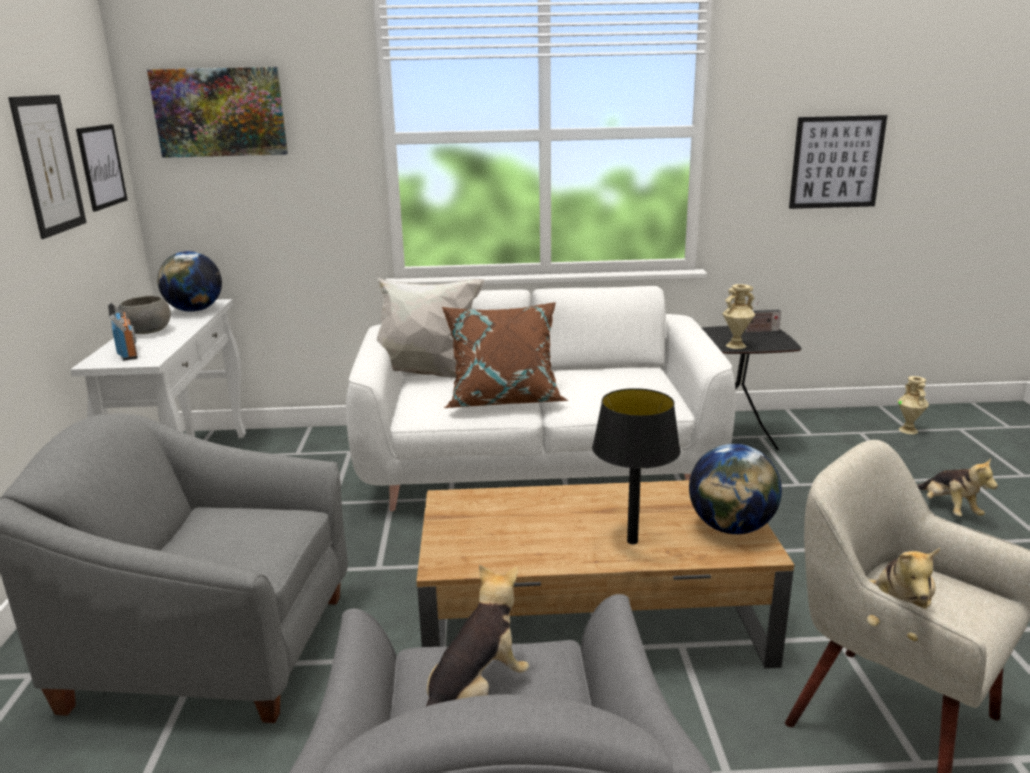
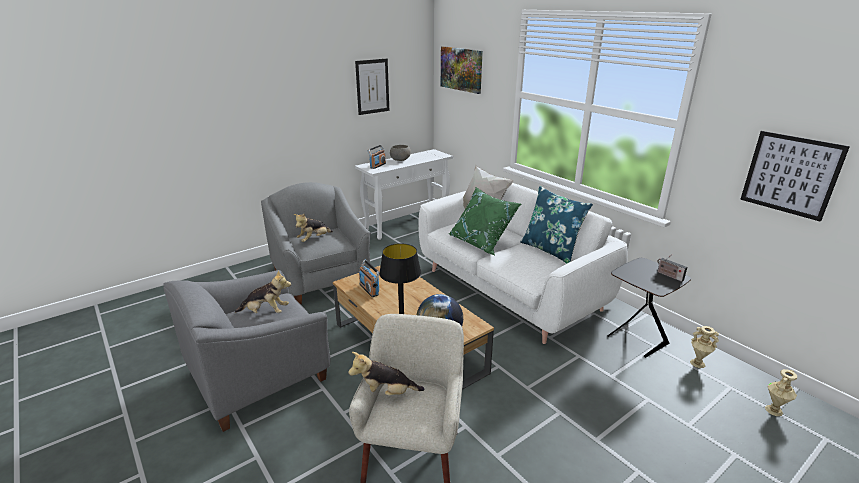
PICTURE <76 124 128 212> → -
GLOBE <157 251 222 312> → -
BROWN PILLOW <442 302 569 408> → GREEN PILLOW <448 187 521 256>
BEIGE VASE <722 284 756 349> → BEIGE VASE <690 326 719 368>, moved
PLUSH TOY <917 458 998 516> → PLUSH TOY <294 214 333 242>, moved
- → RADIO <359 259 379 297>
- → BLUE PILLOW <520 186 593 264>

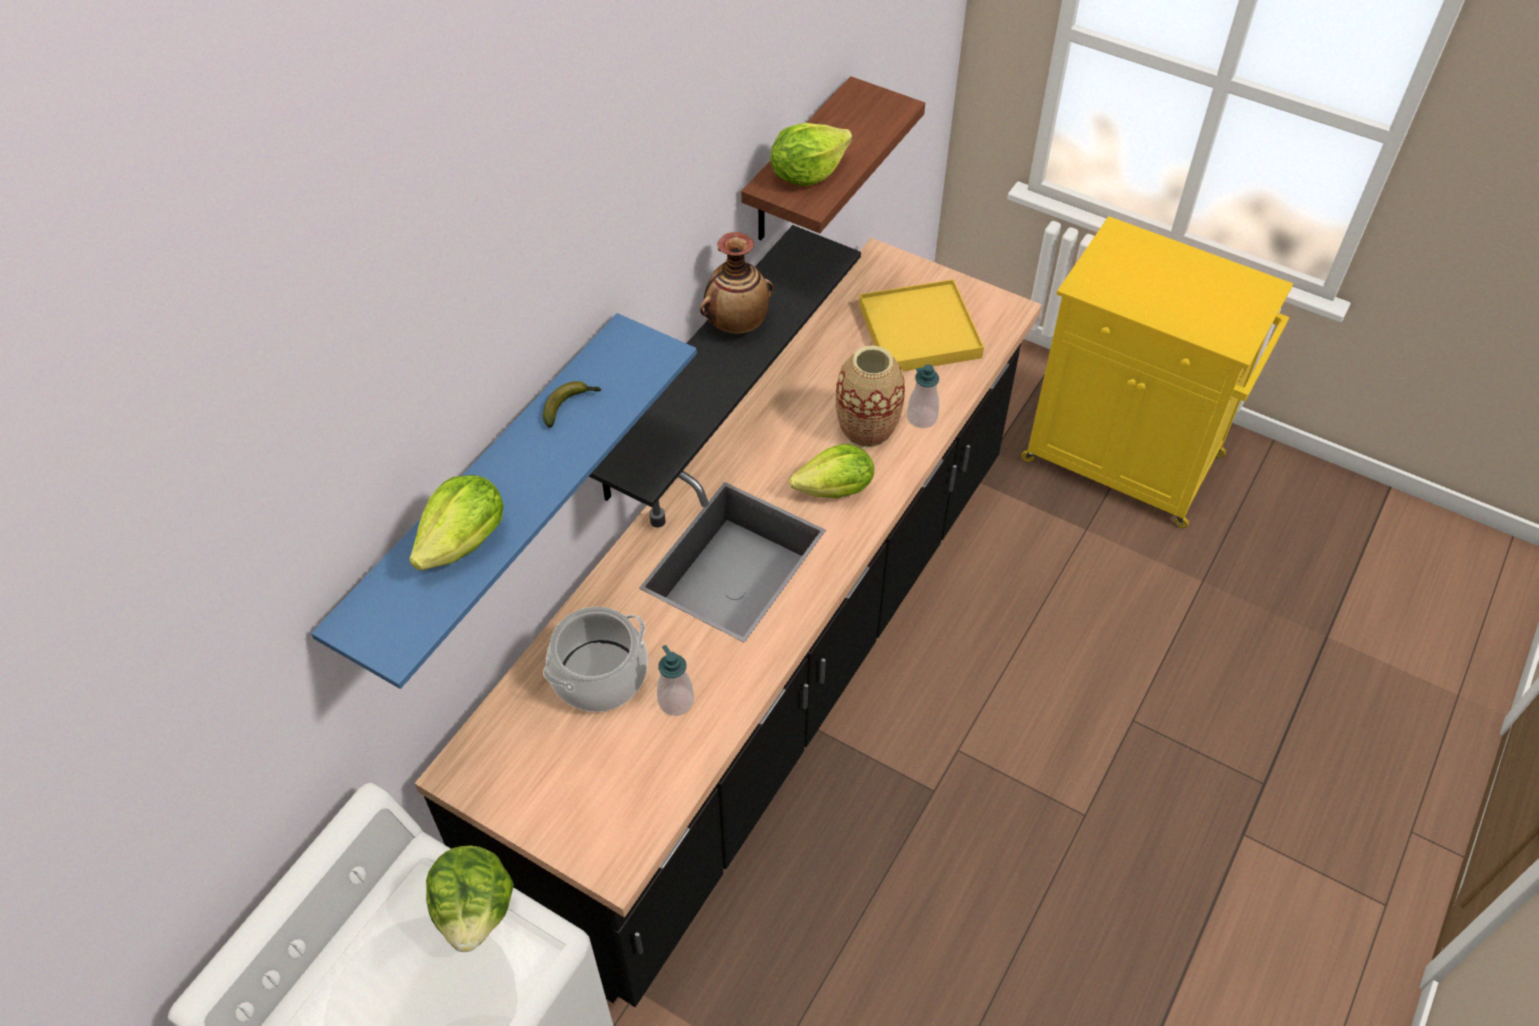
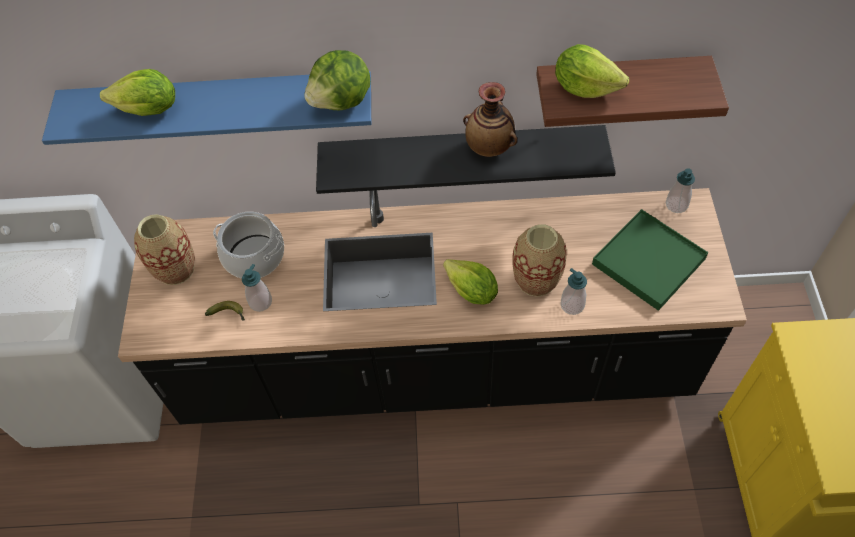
LETTUCE <426 846 514 952> → LETTUCE <304 50 370 111>, moved
BANANA <543 381 601 428> → BANANA <205 301 245 321>, moved
YELLOW TRAY <859 279 984 371> → GREEN TRAY <592 209 708 311>
- → VASE <134 214 195 285>
- → SOAP DISPENSER <666 168 695 213>

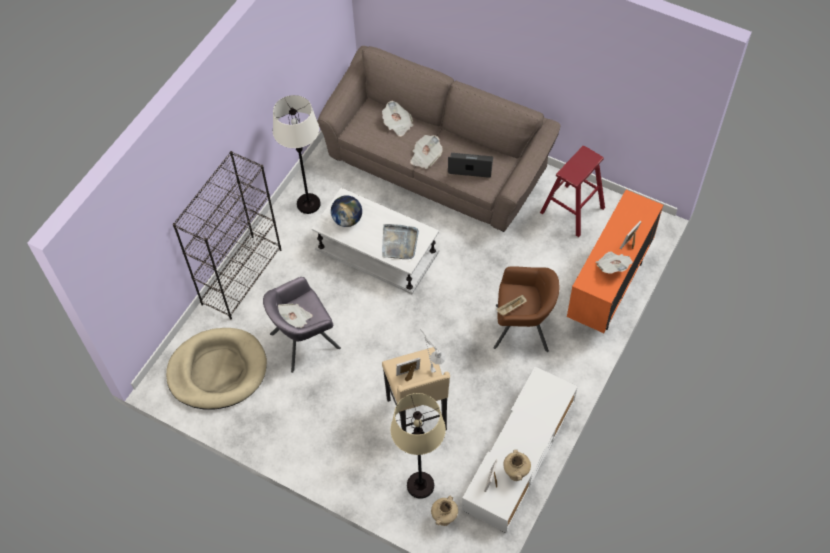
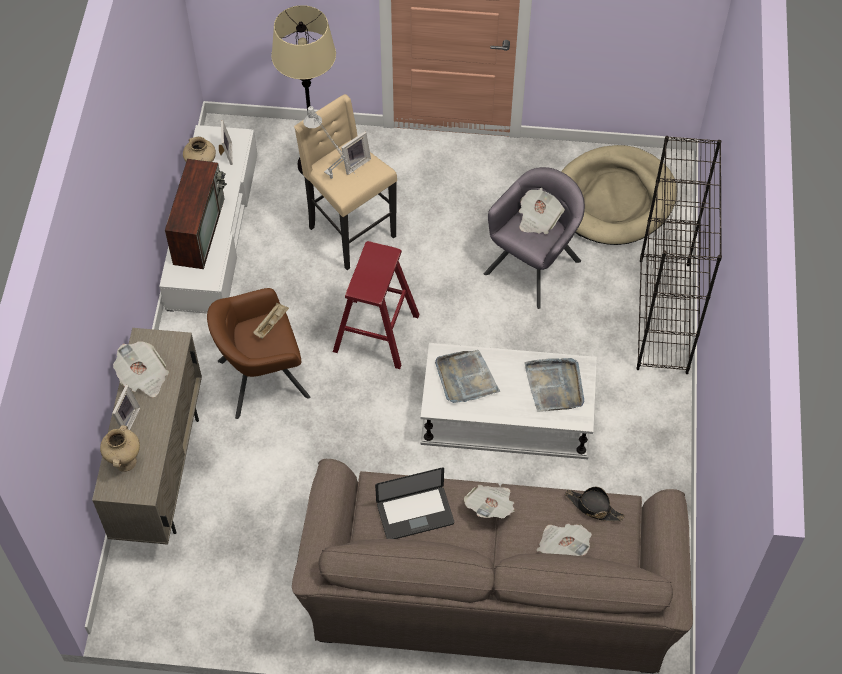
WHITE FLOOR LAMP <273 95 321 214> → -
GLOBE <331 195 362 227> → GREY TRAY <524 358 584 412>
BEIGE VASE <431 496 458 526> → BEIGE VASE <100 425 140 472>, moved
RED STOOL <540 146 605 237> → RED STOOL <333 241 420 369>, moved
ORANGE CABINET <567 190 663 333> → BEIGE CABINET <92 328 202 545>
- → TELEVISION <165 159 227 269>
- → BLACK HAT <565 487 625 521>

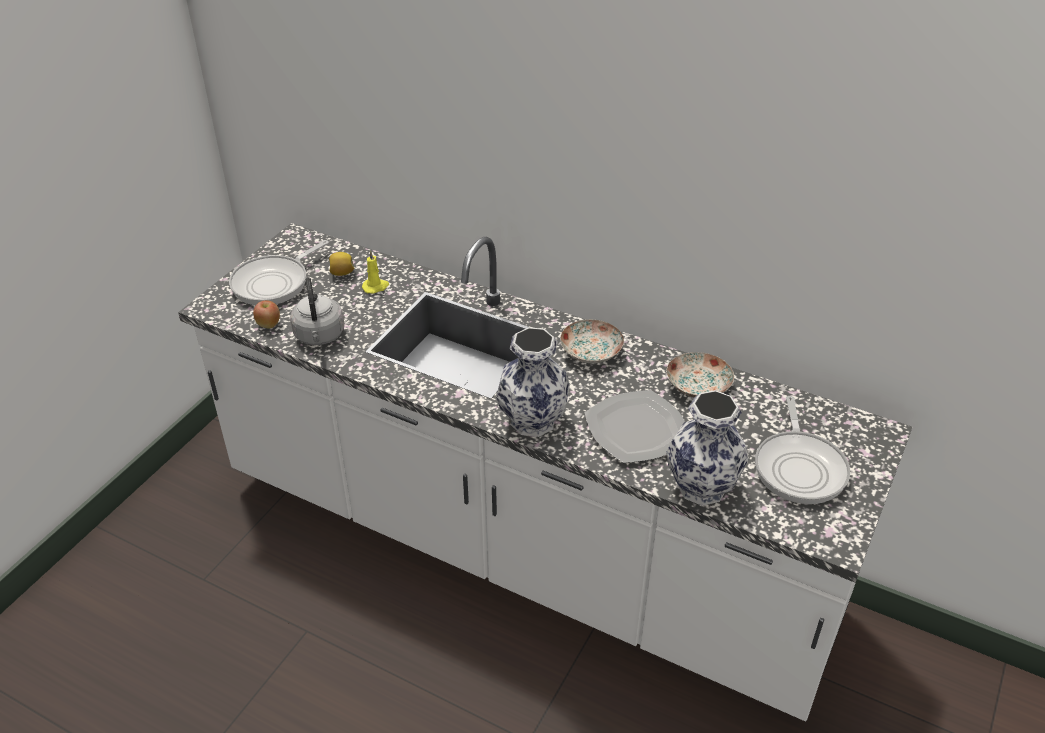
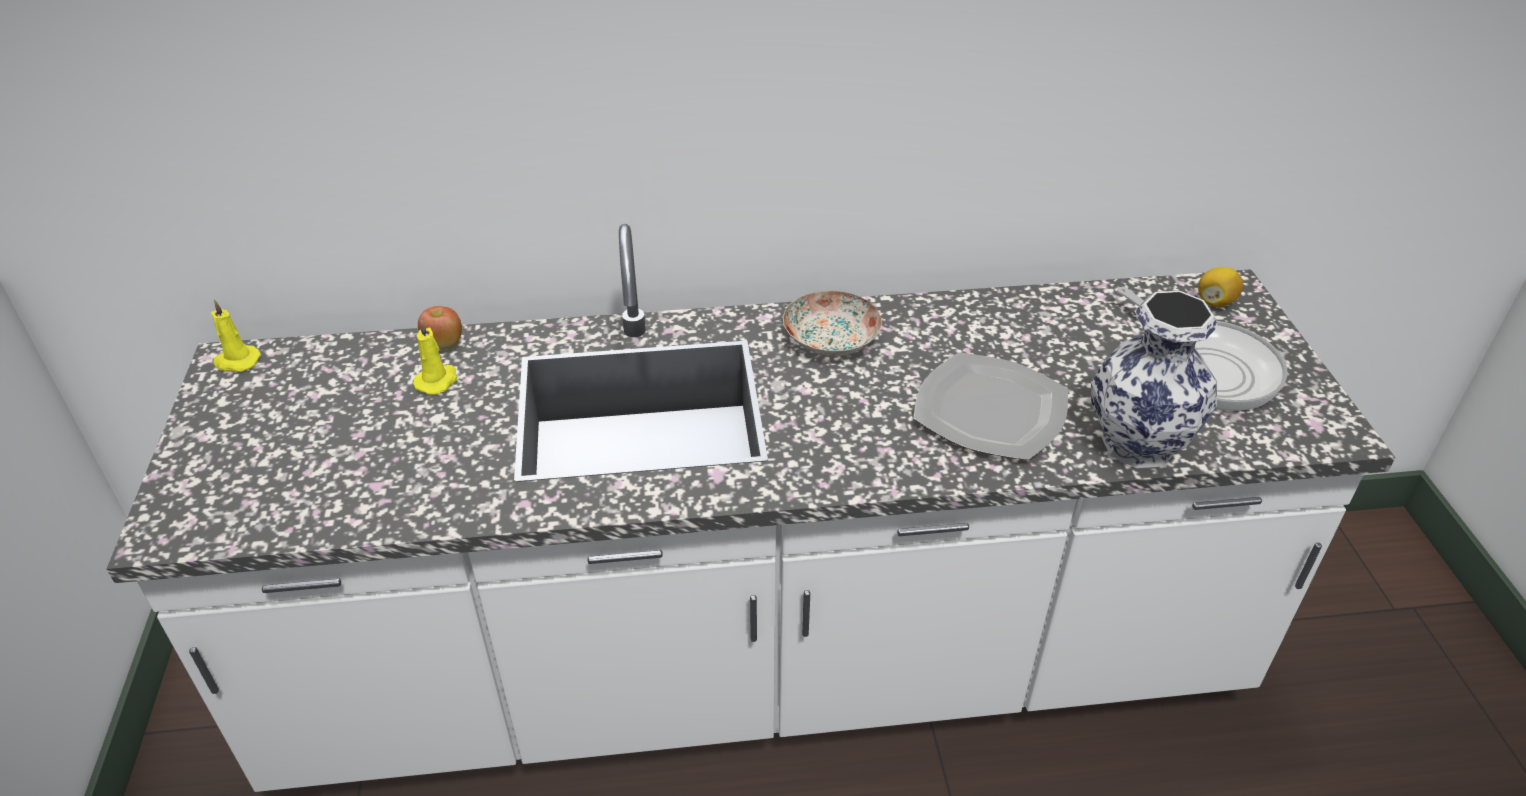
FRYING PAN <229 240 329 305> → -
APPLE <253 300 280 329> → APPLE <418 306 462 350>, moved
GREY KETTLE <290 277 344 345> → -
LEMON <329 252 354 276> → LEMON <1198 267 1243 307>, moved
VASE <496 327 570 437> → -
PLATE <666 352 734 398> → -
- → YELLOW CANDLE <211 300 261 372>

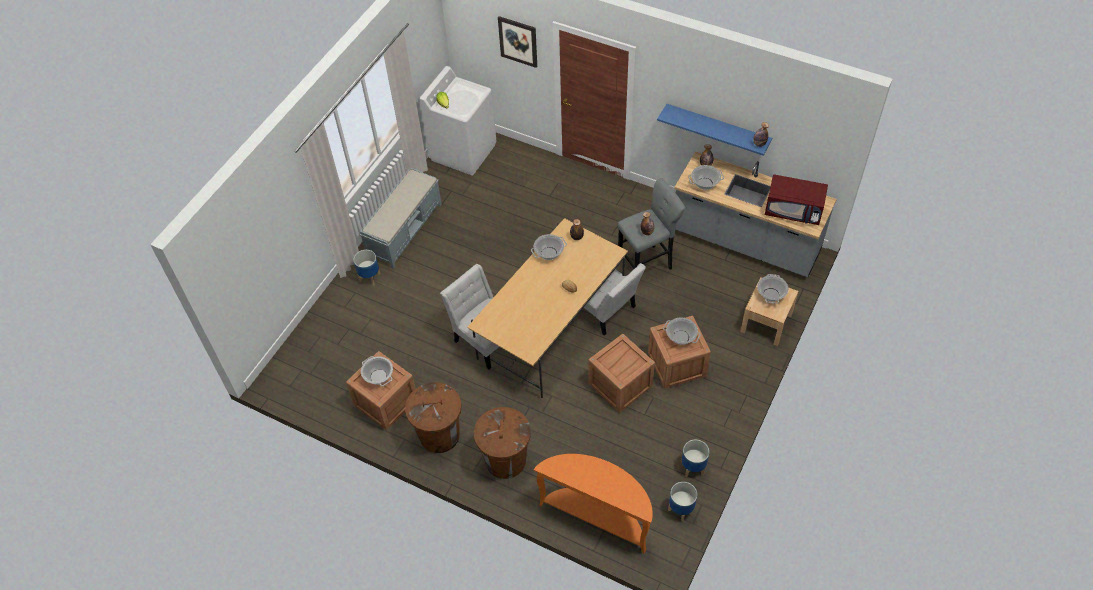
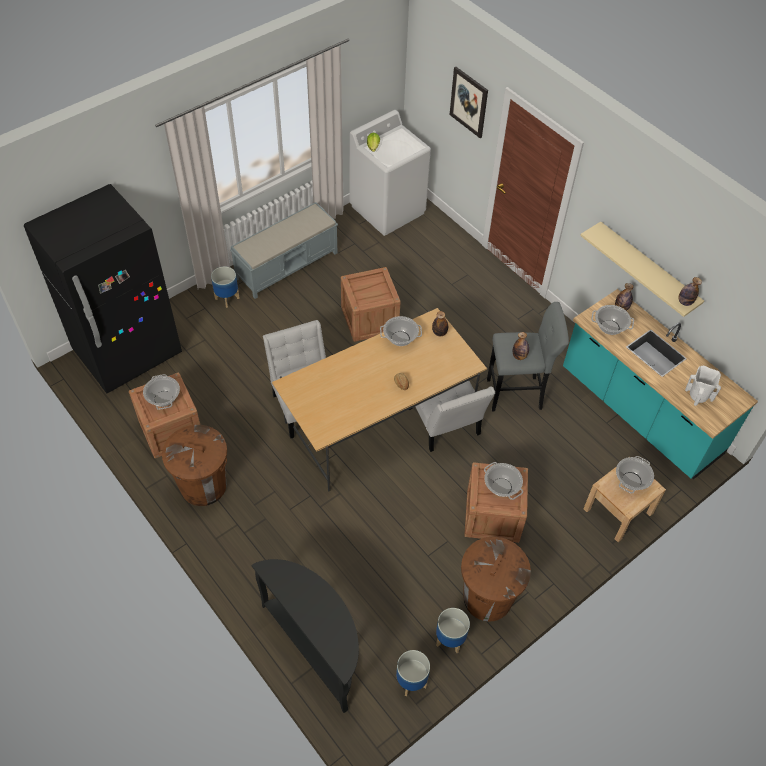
BROWN TRASH CAN <474 407 531 479> → BROWN TRASH CAN <461 537 531 621>, moved
ORANGE CONSOLE TABLE <534 454 653 554> → BLACK CONSOLE TABLE <252 559 359 713>
CRATE <588 334 655 413> → CRATE <341 267 401 342>, moved
BLUE SHELF <657 104 772 156> → BEIGE SHELF <580 221 704 317>
GREY COUNTER <674 152 837 277> → TURQUOISE COUNTER <563 289 758 479>
RED MICROWAVE <765 174 828 225> → WHITE VASE <685 366 721 406>
- → BLACK FRIDGE <24 184 182 394>

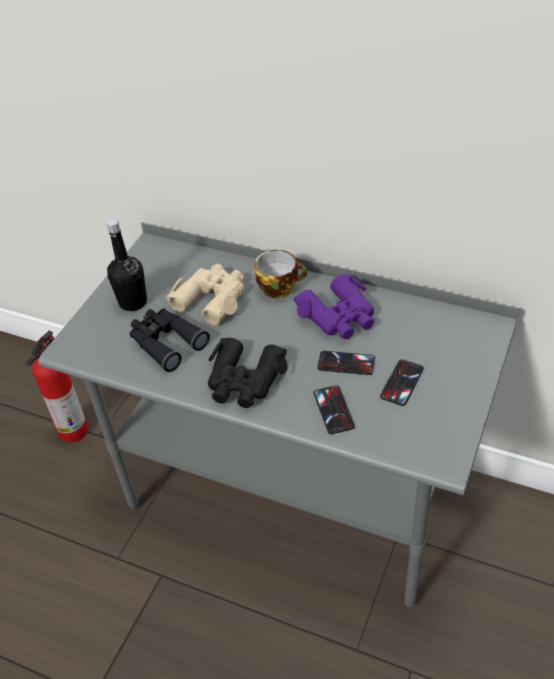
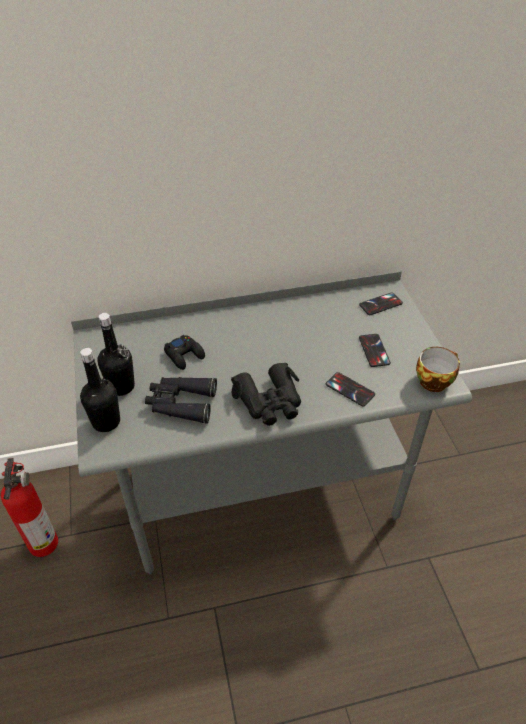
BEIGE BINOCULARS <166 264 244 326> → BLACK GAME CONTROLLER <164 335 205 370>
CUP <254 250 307 298> → CUP <416 347 460 392>, moved
PURPLE BINOCULARS <294 274 375 339> → -
PHONE <318 351 375 375> → PHONE <359 292 403 315>, moved
- → BLACK BOTTLE <80 348 120 432>

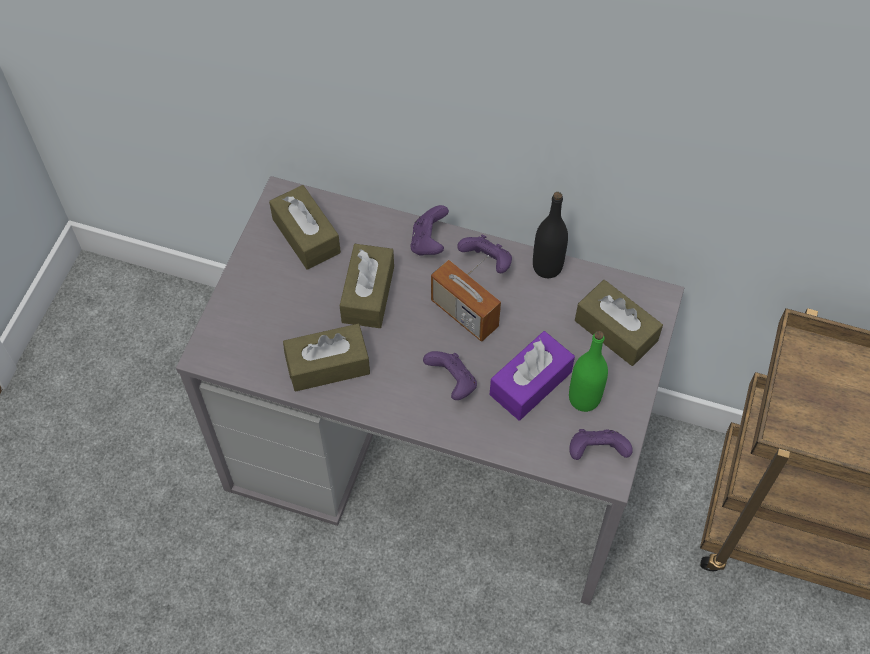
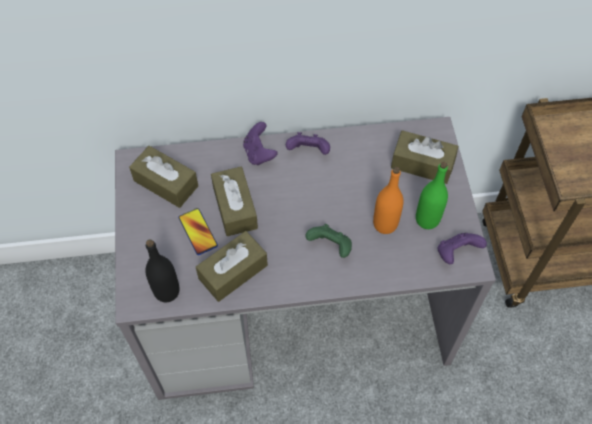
PURPLE GAME CONTROLLER <423 351 477 400> → GREEN GAME CONTROLLER <305 224 352 258>
RADIO <431 255 501 342> → -
PURPLE TISSUE BOX <490 331 575 421> → ORANGE BOTTLE <373 167 403 234>
BLACK BOTTLE <533 192 568 278> → BLACK BOTTLE <145 239 179 302>, moved
- → PHONE <179 208 218 255>

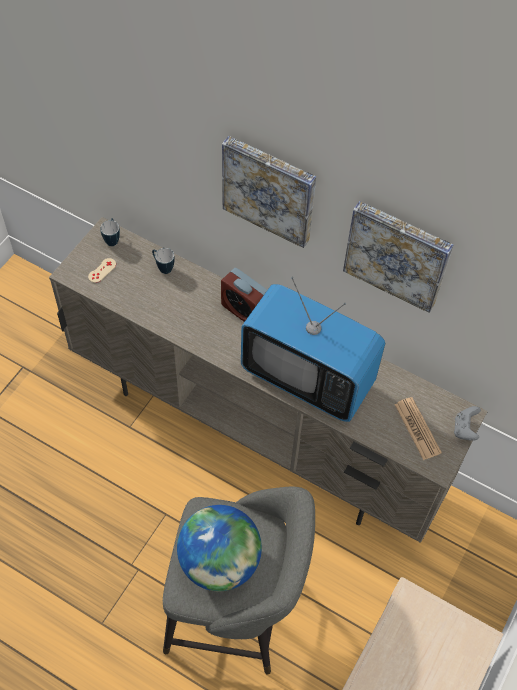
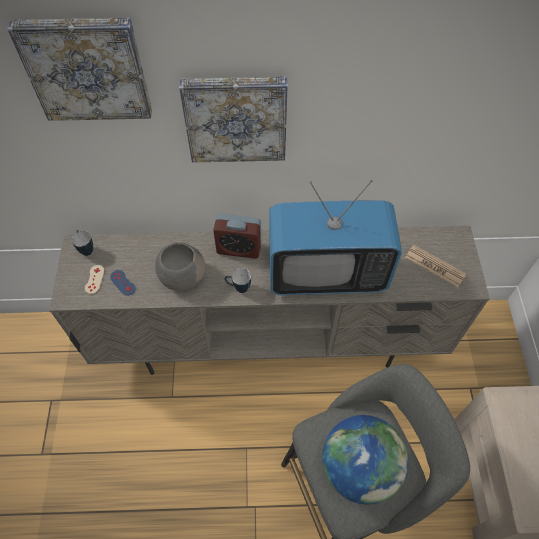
MUG <152 248 175 274> → MUG <225 268 251 293>, moved
PICTURE <343 201 454 313> → PICTURE <7 18 152 121>, moved
GREY GAME CONTROLLER <454 406 481 441> → -
- → BLUE GAME CONTROLLER <110 270 136 296>
- → GREY BOWL <155 243 206 291>

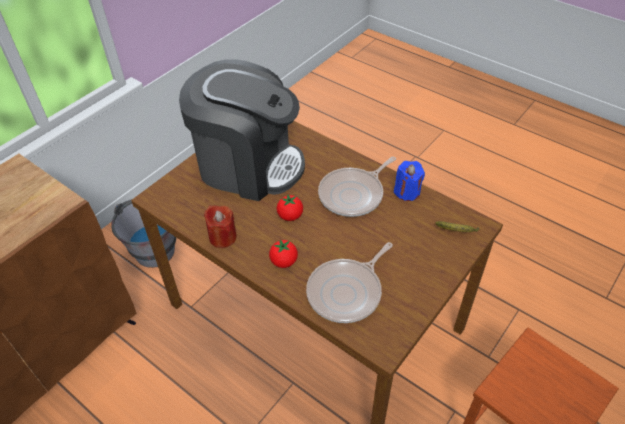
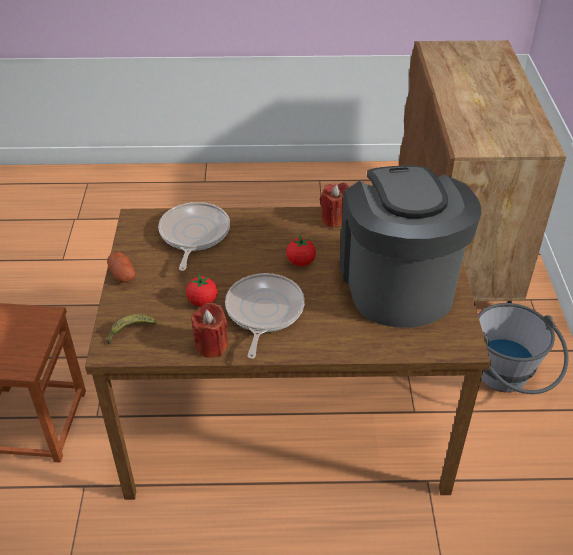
COFFEE MACHINE <179 59 305 201> → COFFEE MACHINE <339 166 481 328>, 105 degrees clockwise
TOMATO <269 239 298 268> → TOMATO <186 274 218 307>, moved
BLUE CANDLE <394 161 425 201> → RED CANDLE <191 303 228 358>
- → POTATO <107 252 135 283>

